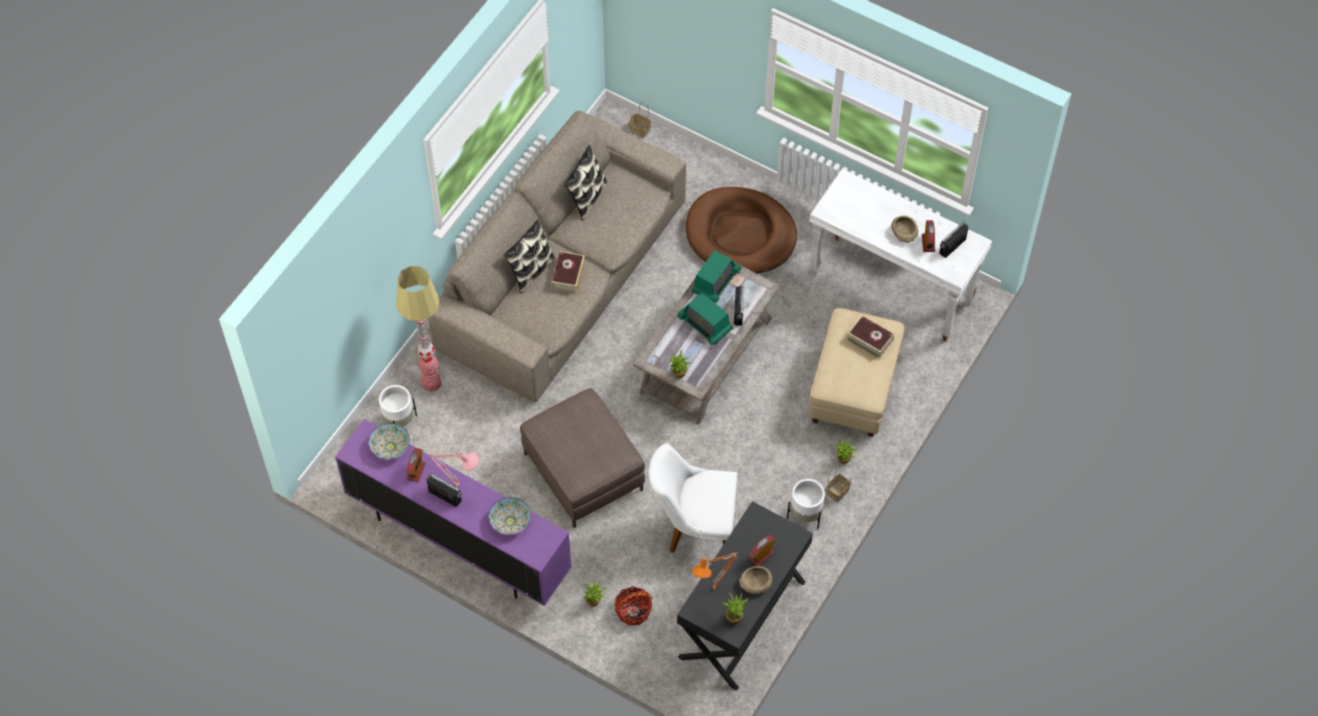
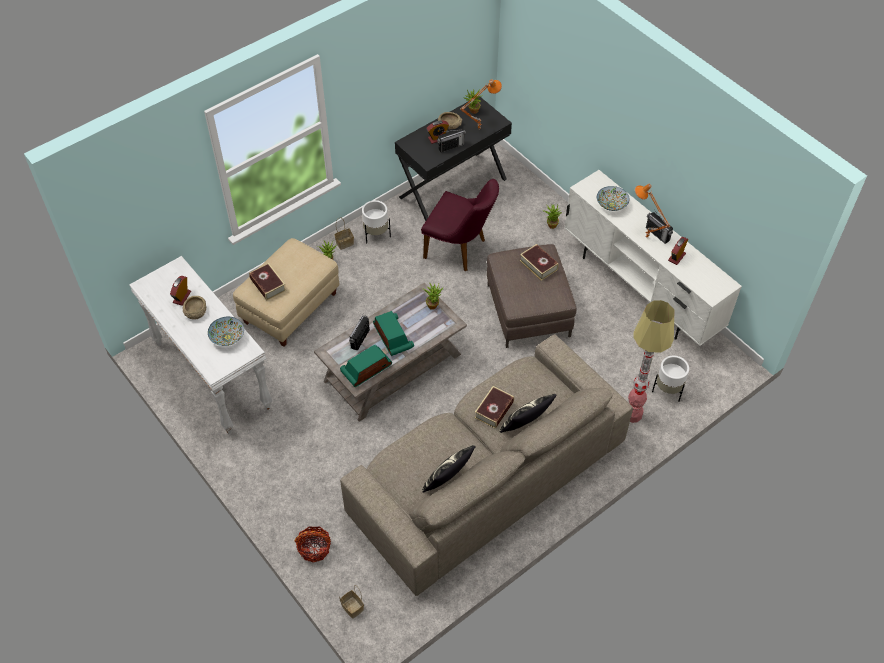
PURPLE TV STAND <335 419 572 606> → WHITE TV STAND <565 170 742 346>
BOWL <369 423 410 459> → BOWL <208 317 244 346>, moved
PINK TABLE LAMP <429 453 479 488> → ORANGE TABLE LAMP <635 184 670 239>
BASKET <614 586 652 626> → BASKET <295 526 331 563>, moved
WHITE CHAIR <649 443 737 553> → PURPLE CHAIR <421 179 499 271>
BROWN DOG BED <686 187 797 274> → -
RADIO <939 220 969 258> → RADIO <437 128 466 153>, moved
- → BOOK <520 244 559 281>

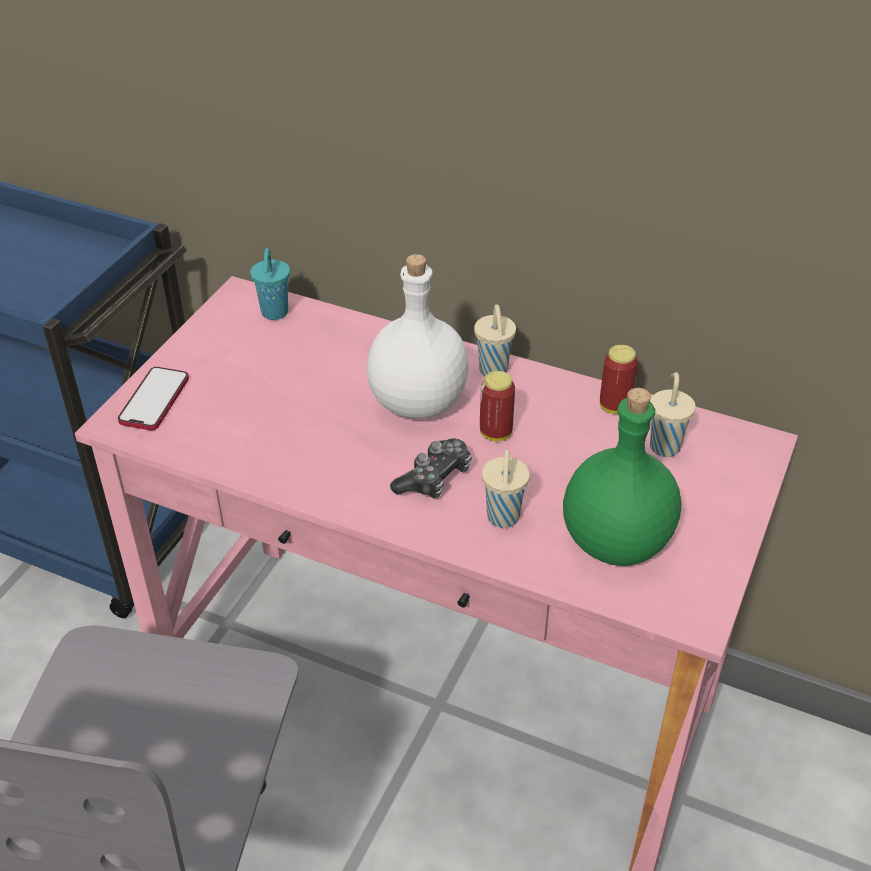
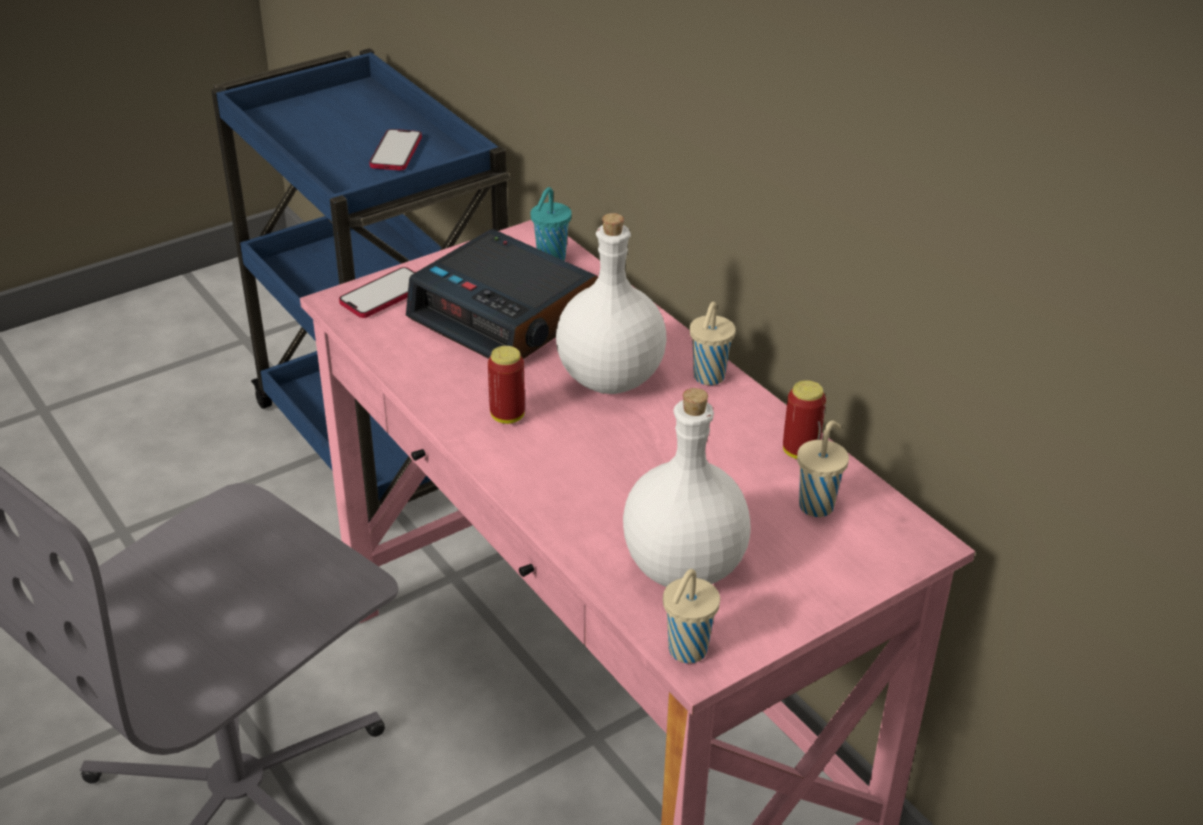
GAME CONTROLLER <390 438 472 499> → -
CAN <480 371 515 441> → CAN <488 346 525 424>, moved
BEIGE CUP <482 450 530 528> → BEIGE CUP <663 569 720 663>, moved
GREEN BOTTLE <563 388 682 566> → WHITE BOTTLE <623 388 751 587>
- → PHONE <369 129 422 171>
- → ALARM CLOCK <406 229 598 359>

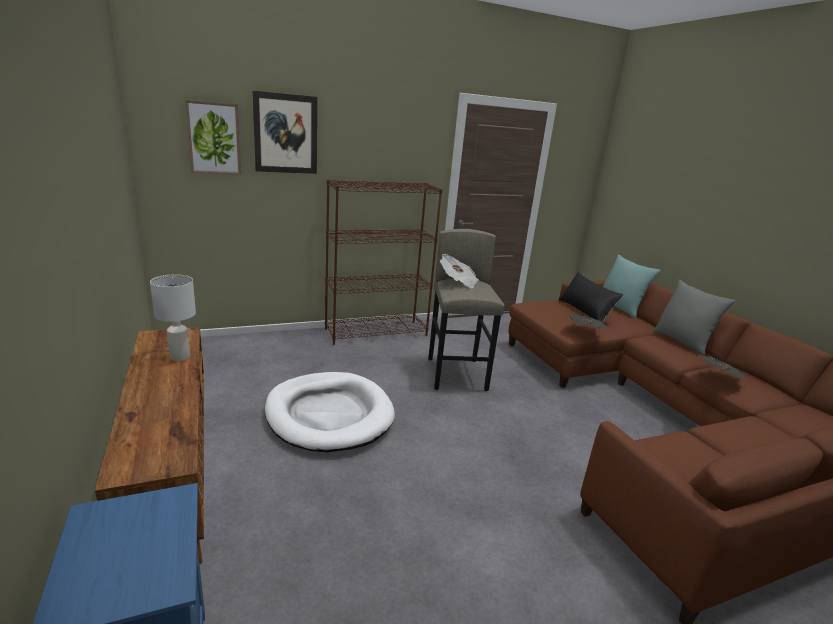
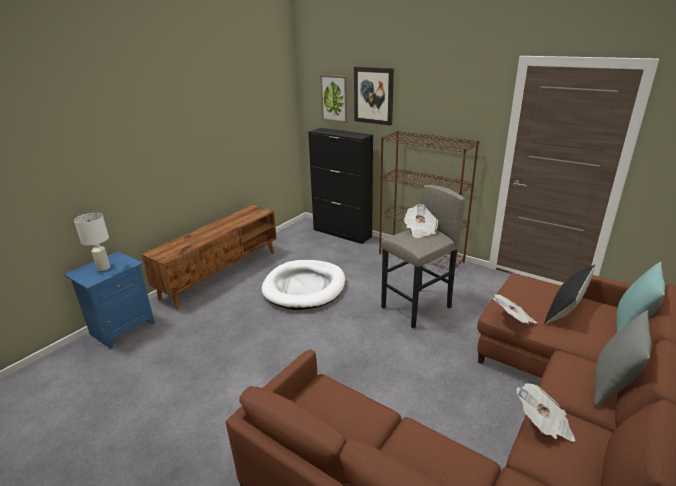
WHITE TABLE LAMP <150 274 196 361> → WHITE TABLE LAMP <74 213 110 271>, moved
- → BLACK CABINET <308 128 373 244>

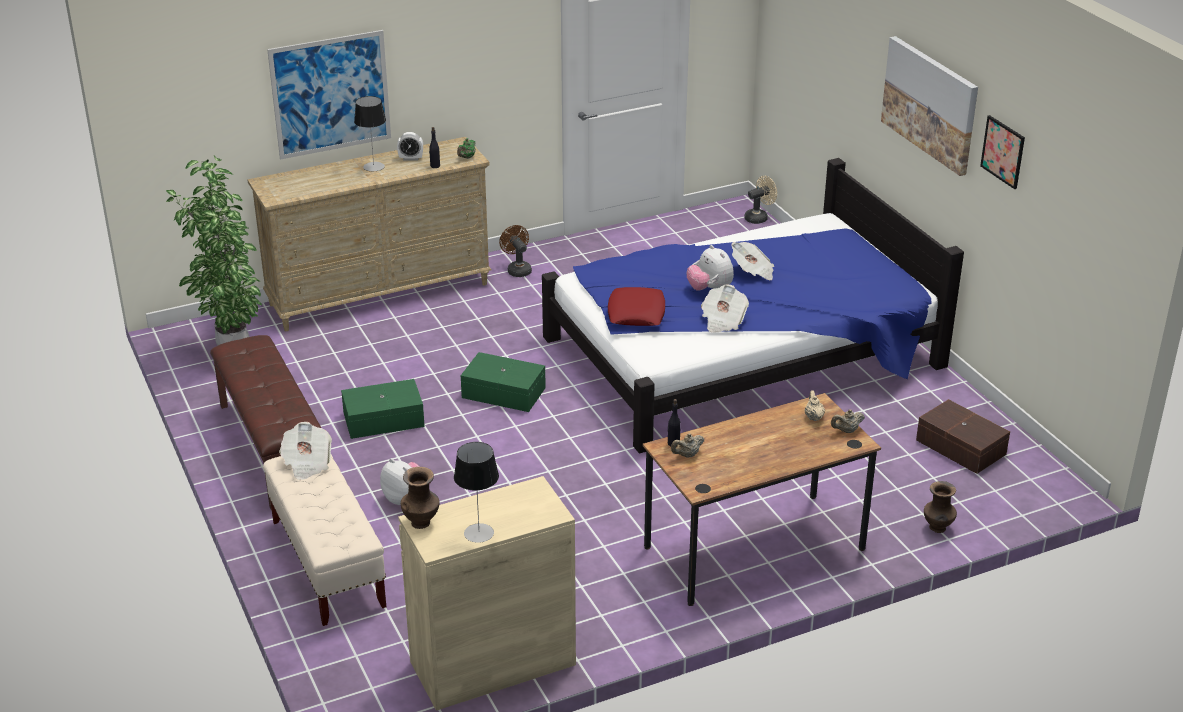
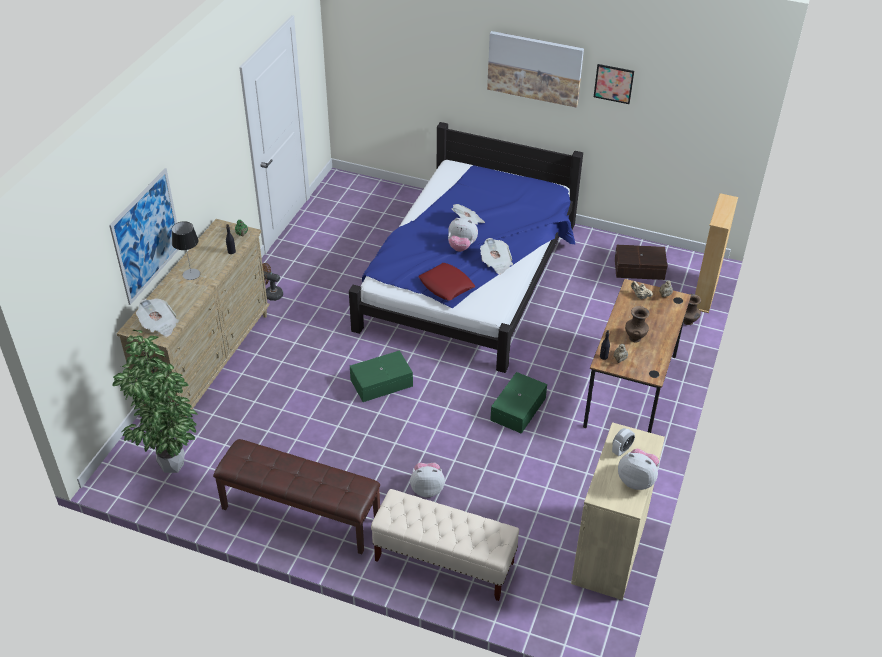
NEWSPAPER <279 422 332 480> → NEWSPAPER <136 298 179 337>, moved
GREEN STORAGE BOX <341 379 425 439> → GREEN STORAGE BOX <490 372 547 434>, moved
ALARM CLOCK <397 132 423 160> → ALARM CLOCK <612 428 635 456>, moved
BROWN VASE <401 467 440 529> → BROWN VASE <625 306 650 342>, moved
TABLE LAMP <454 442 499 543> → PLUSH TOY <618 449 660 490>
BEIGE FAN <744 176 777 224> → -
- → BEIGE BOOKCASE <695 193 738 313>

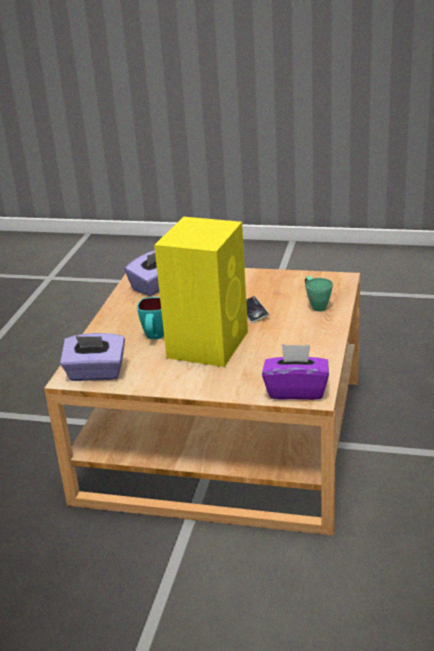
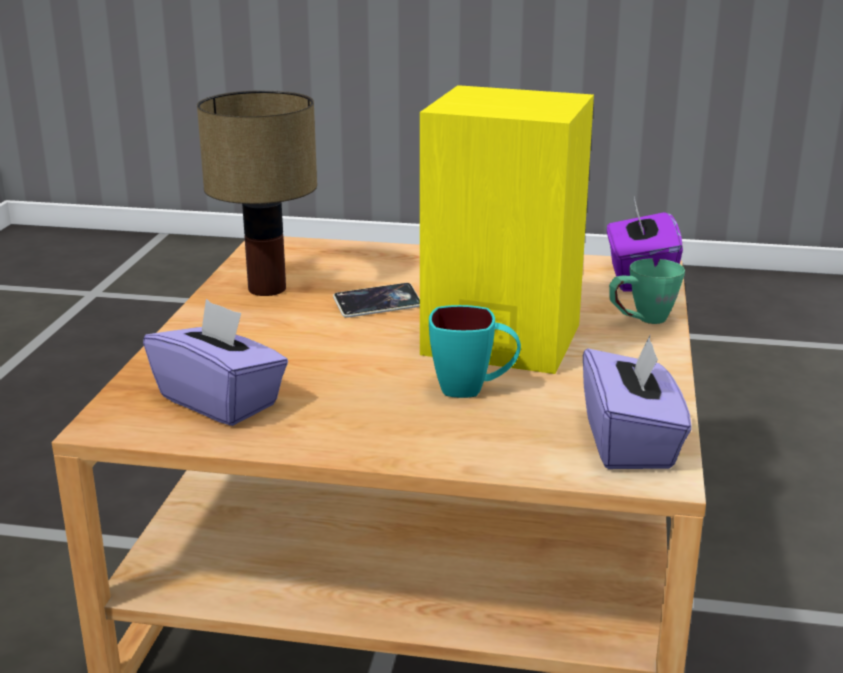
GREEN MUG <305 276 333 311> → GREEN MUG <609 258 685 324>, moved
- → TABLE LAMP <197 90 317 296>

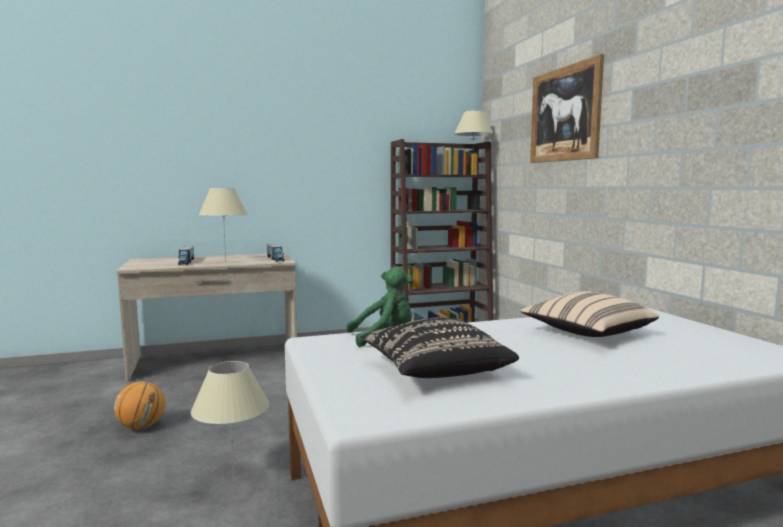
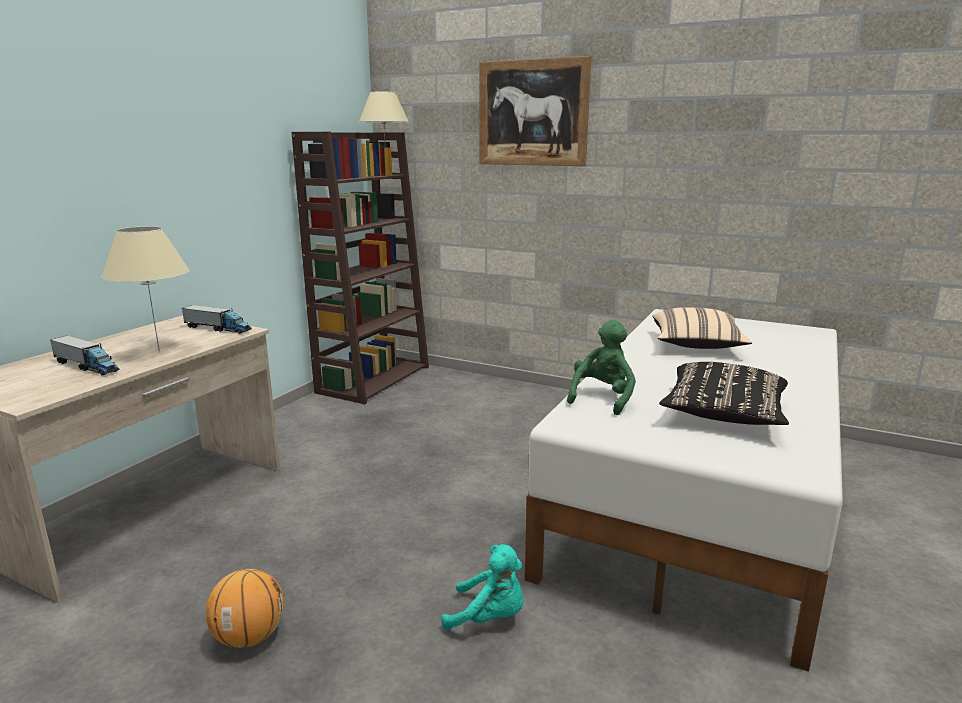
BEIGE TABLE LAMP <191 361 269 476> → TURQUOISE PLUSH TOY <441 544 523 630>

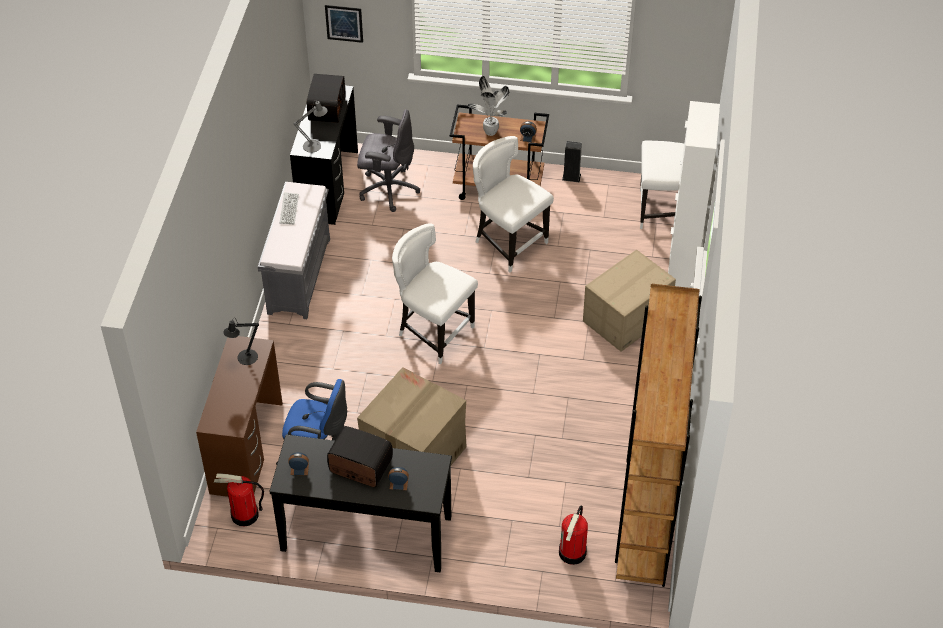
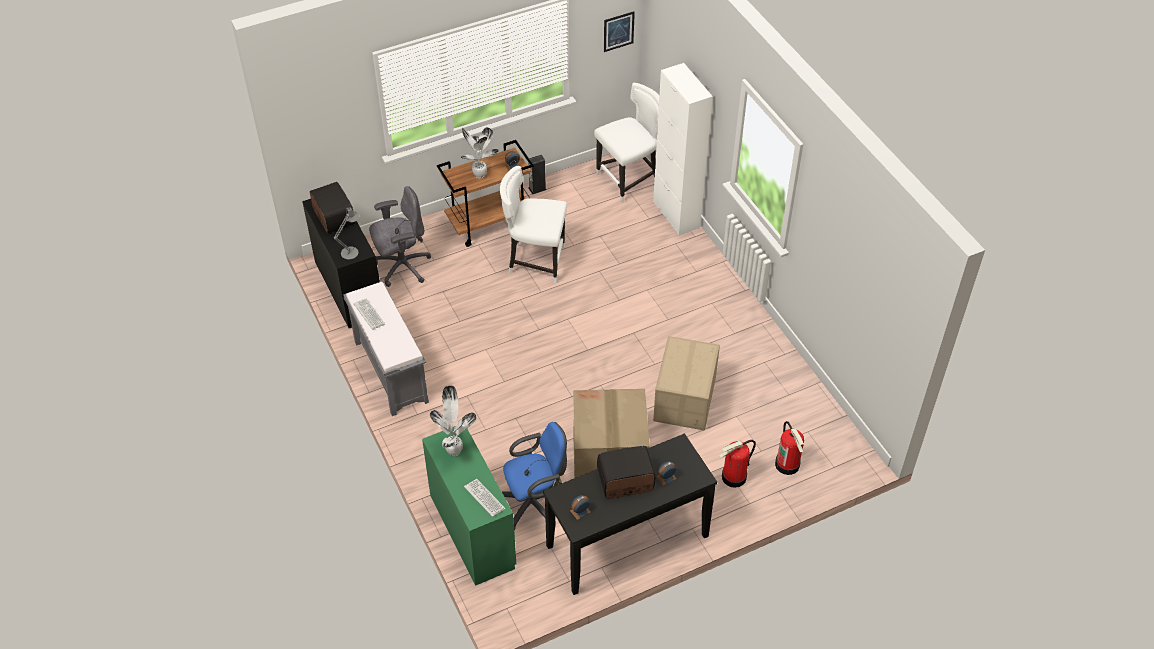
BROWN DESK <196 336 283 497> → GREEN DESK <422 426 516 586>
FIRE EXTINGUISHER <214 473 264 526> → FIRE EXTINGUISHER <719 440 756 488>, moved
BLACK TABLE LAMP <223 318 259 365> → POTTED PLANT <430 386 477 456>
PICTURE <325 5 363 43> → PICTURE <604 11 635 52>, moved
WHITE CHAIR <392 223 478 364> → -
CARDBOARD BOX <583 250 676 352> → CARDBOARD BOX <653 336 720 430>, moved
BROWN BOOKCASE <615 283 702 587> → -
- → KEYBOARD <464 479 506 517>

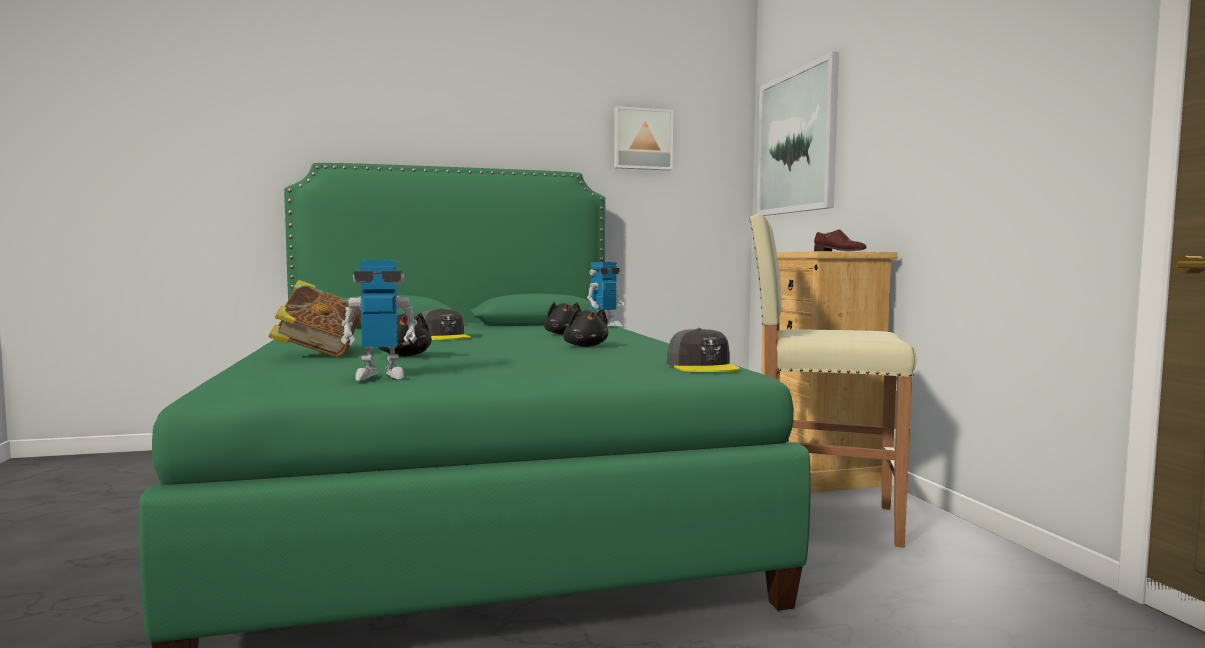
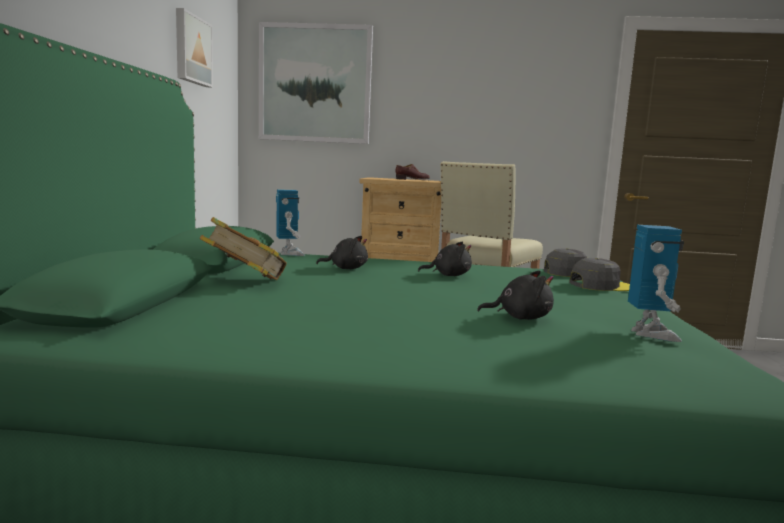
BOOK <268 280 361 357> → BOOK <200 217 287 280>, moved
GREY CAP <422 308 471 340> → GREY CAP <569 258 630 291>, moved

